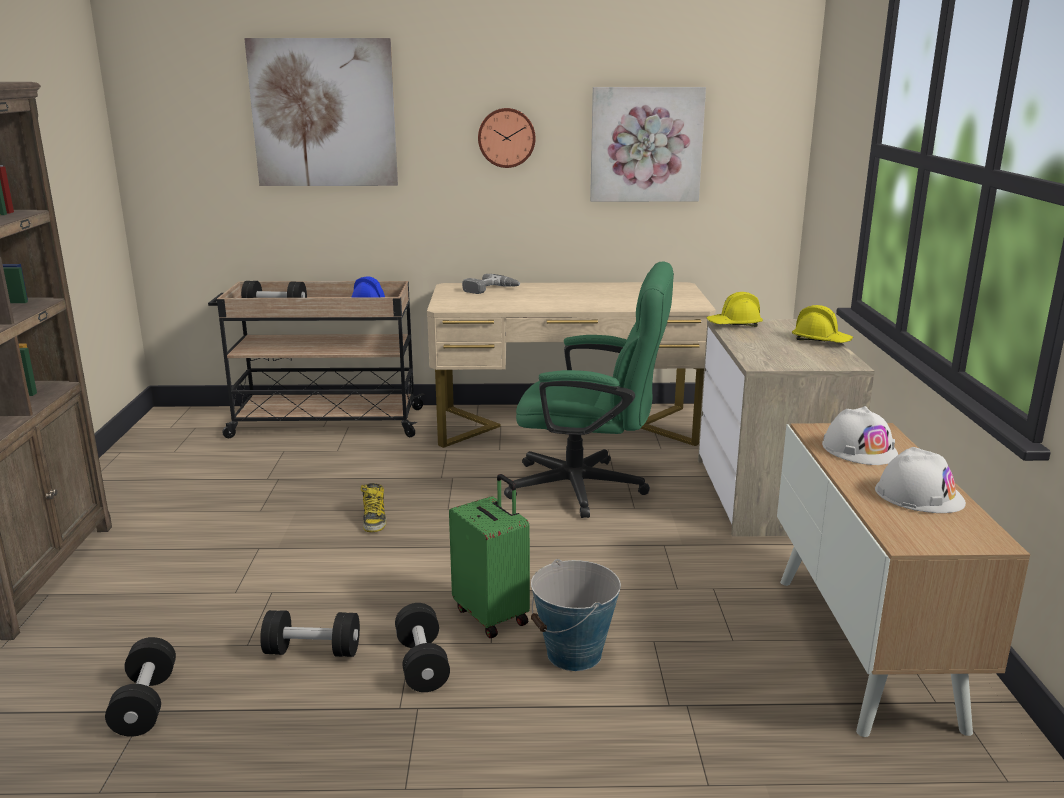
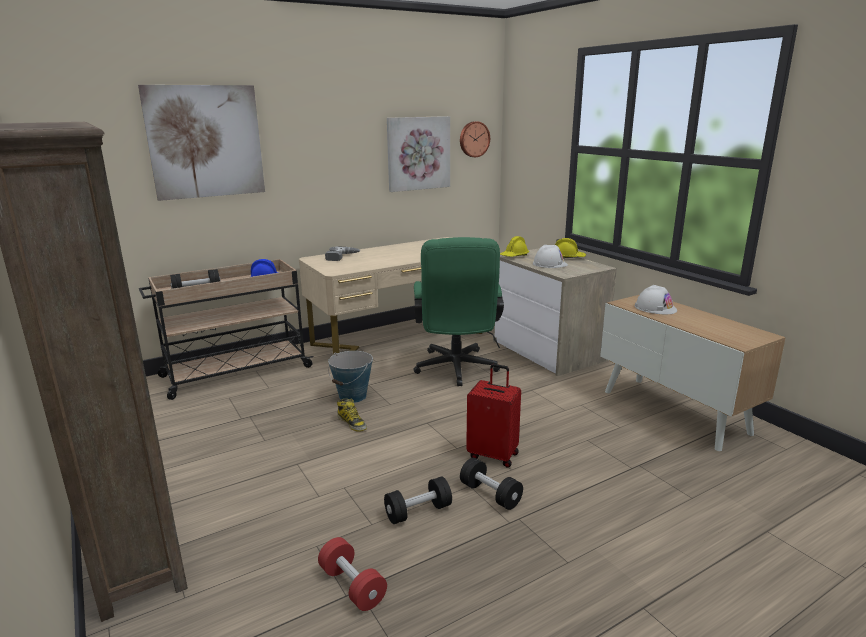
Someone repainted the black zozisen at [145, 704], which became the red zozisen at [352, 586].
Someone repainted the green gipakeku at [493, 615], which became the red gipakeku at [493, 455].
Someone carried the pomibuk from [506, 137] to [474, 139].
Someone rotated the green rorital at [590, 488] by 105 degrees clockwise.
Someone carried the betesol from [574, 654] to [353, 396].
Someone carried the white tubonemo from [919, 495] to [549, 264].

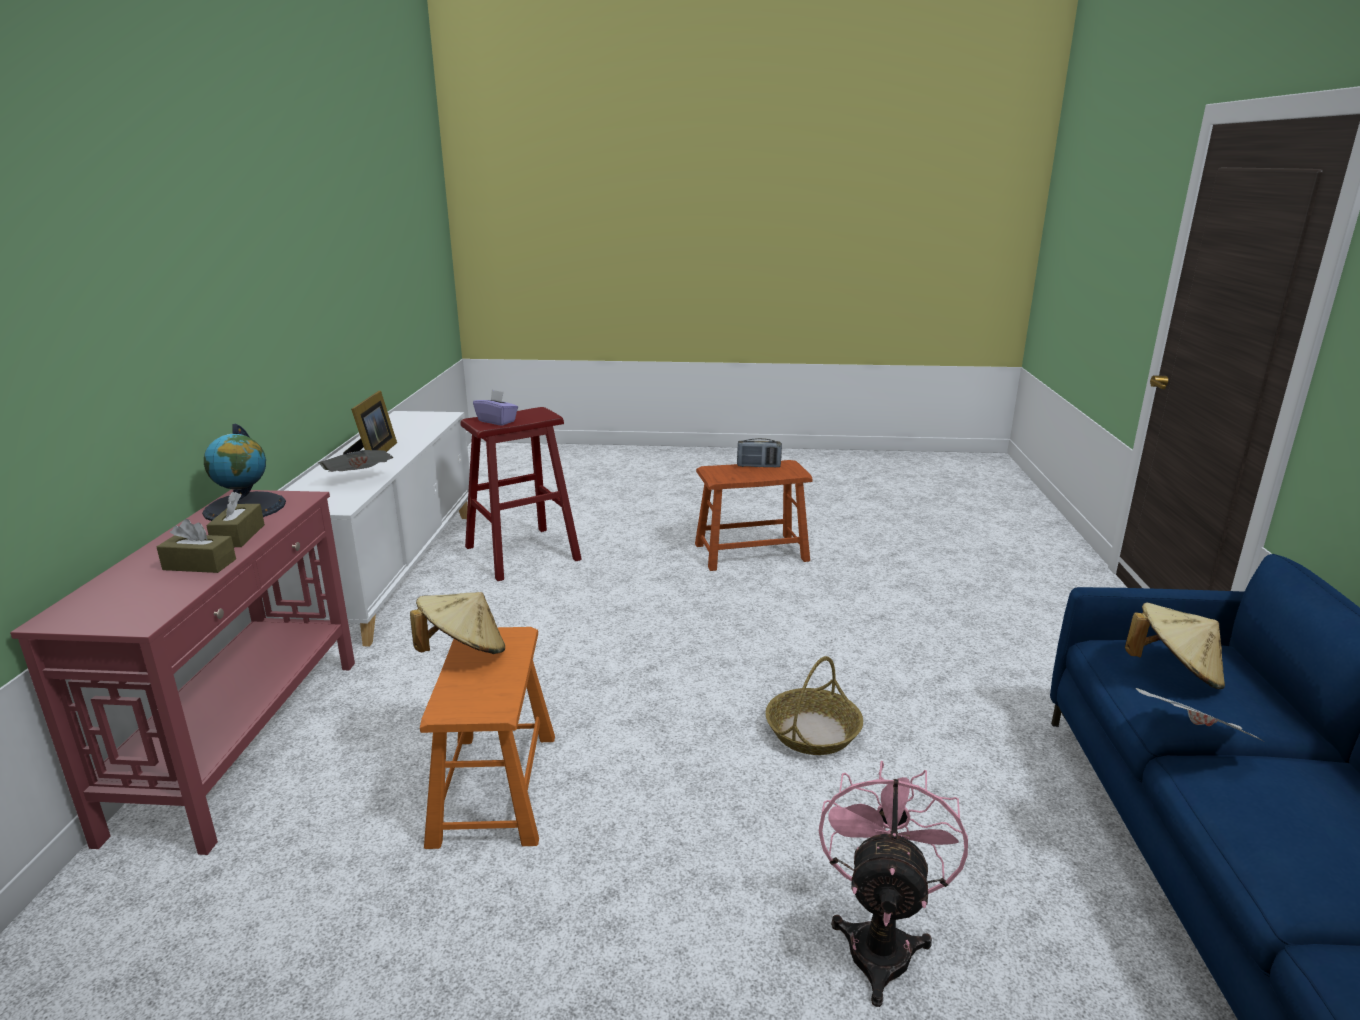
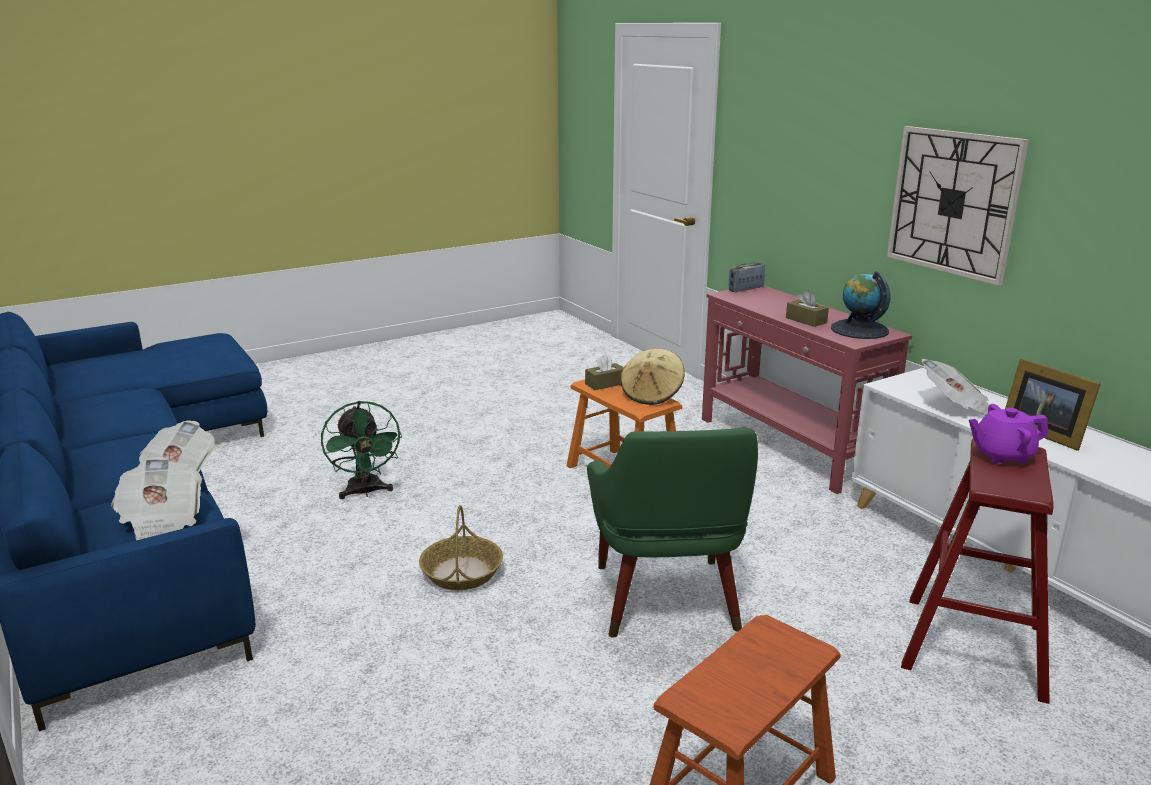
Someone carried the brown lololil from [199, 564] to [605, 384].
Someone swapped the purple lololil at [497, 421] for the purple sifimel at [1002, 455].
Someone carried the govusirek from [758, 466] to [746, 289].
Someone repainted the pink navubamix at [880, 941], which became the green navubamix at [365, 492].
Someone swapped the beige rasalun at [1174, 672] for the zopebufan at [161, 520].
Someone put down the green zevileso at [667, 604].
Someone put up the pomibuk at [953, 203].

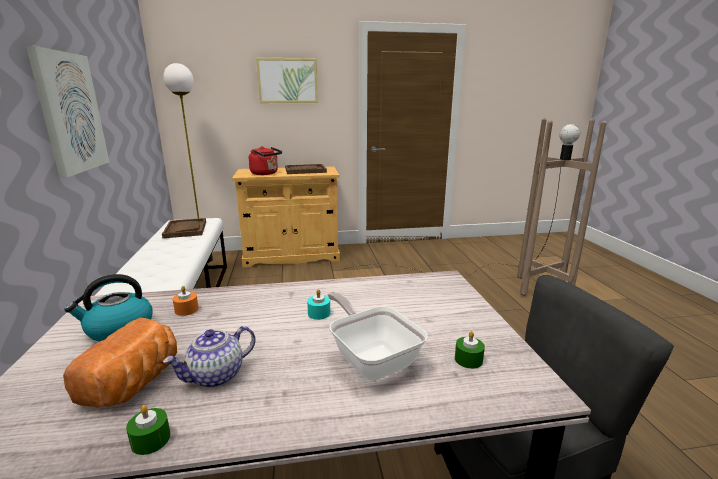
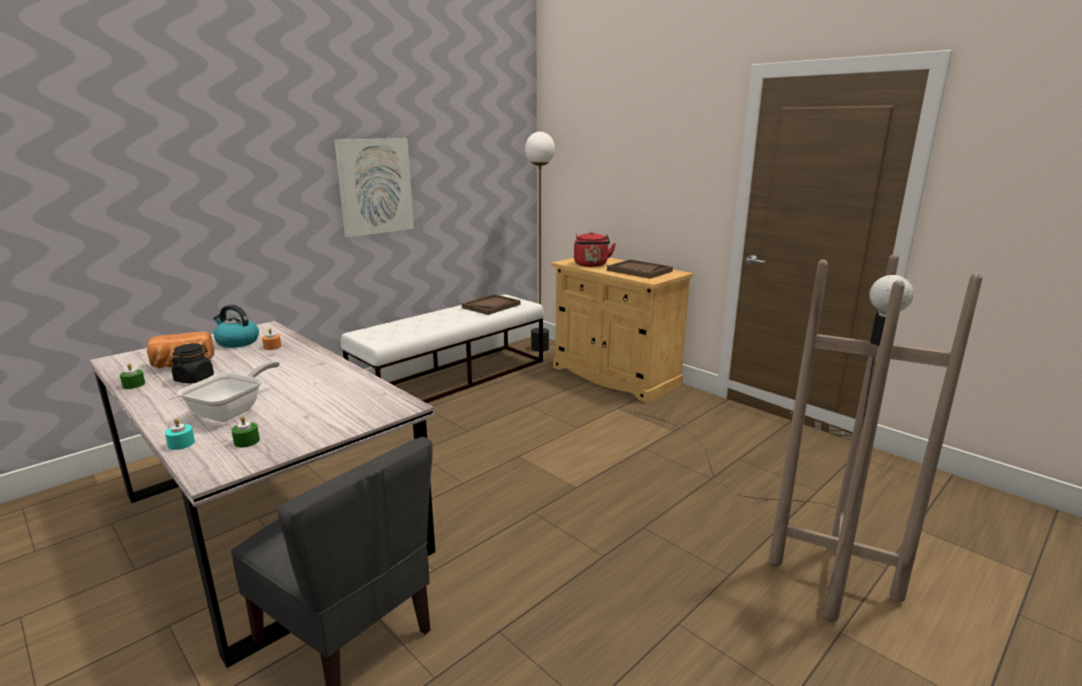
Someone swapped the sifimel at [216, 376] for the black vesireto at [194, 379].
Someone took away the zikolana at [287, 81].
Someone carried the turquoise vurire from [319, 313] to [181, 443].

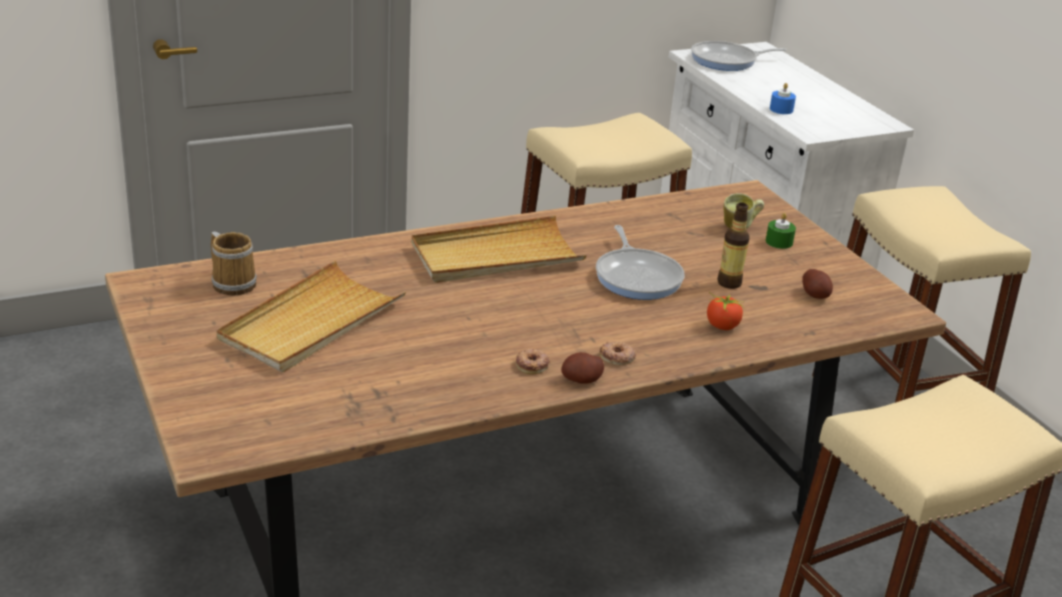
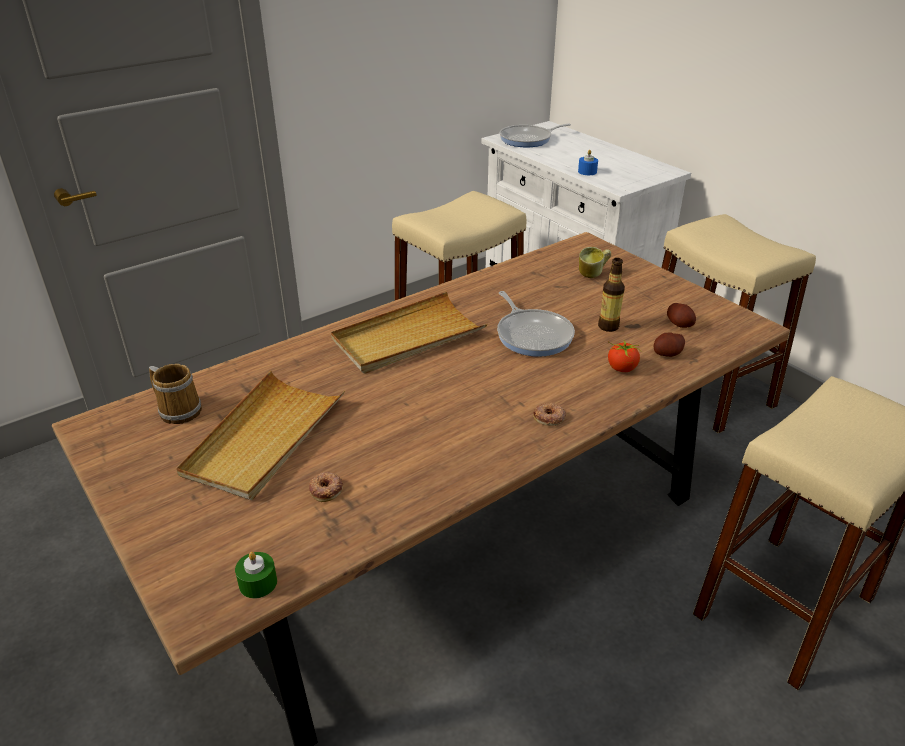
Someone carried the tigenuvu from [532, 365] to [326, 489].
Someone carried the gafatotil from [581, 380] to [667, 354].
Someone carried the green vurire from [779, 242] to [258, 583].

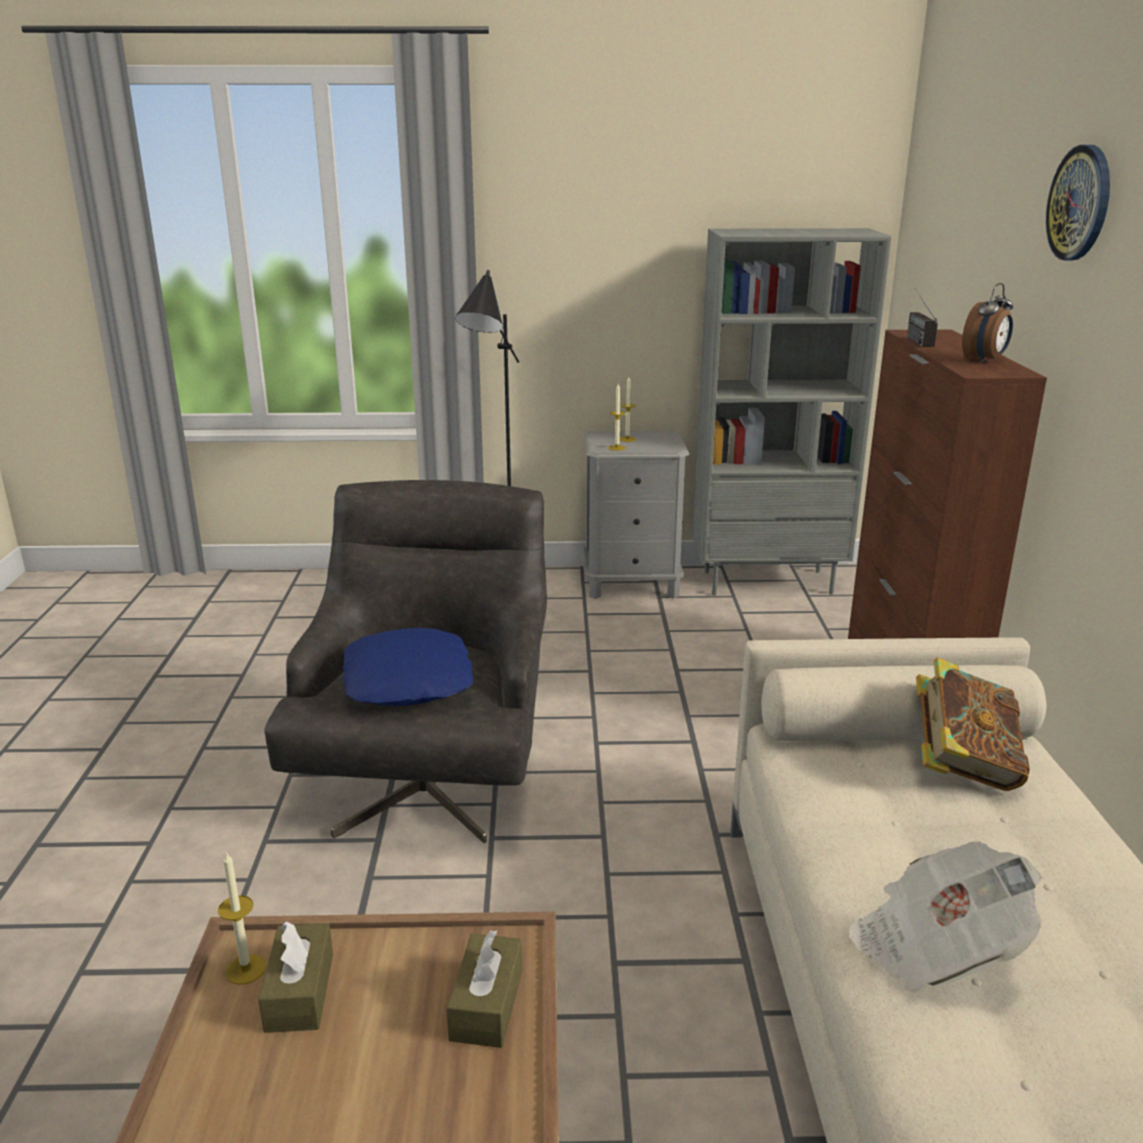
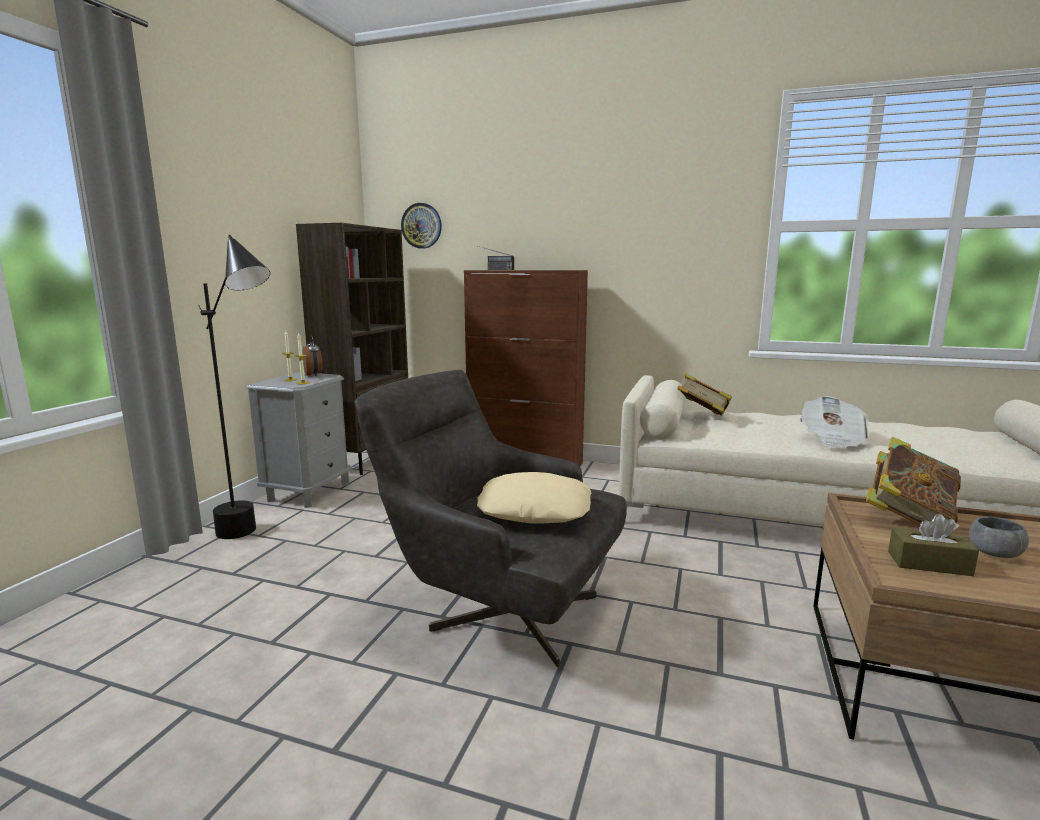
Someone took away the vurire at [246, 969].
Someone repainted the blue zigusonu at [409, 681], which became the beige zigusonu at [535, 509].
Someone swapped the brown lololil at [487, 1004] for the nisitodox at [908, 517].
Someone repainted the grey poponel at [768, 582], which became the brown poponel at [367, 459].
Someone carried the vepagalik from [984, 360] to [313, 375].
Someone carried the pomibuk from [1080, 203] to [421, 226].
Someone put down the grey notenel at [994, 553].

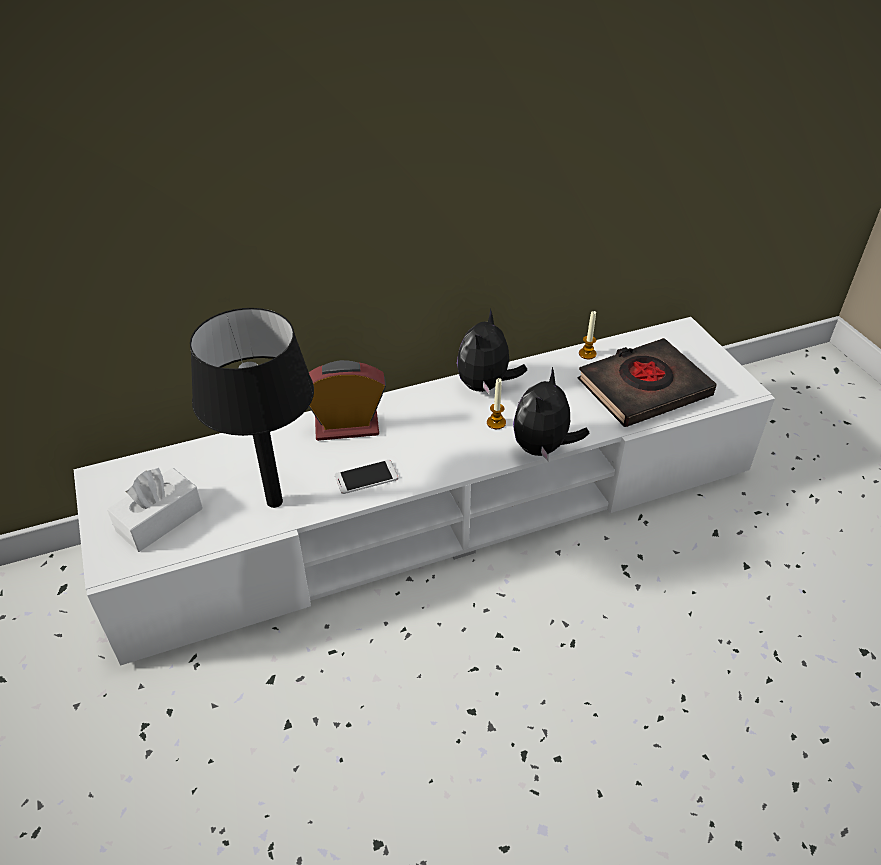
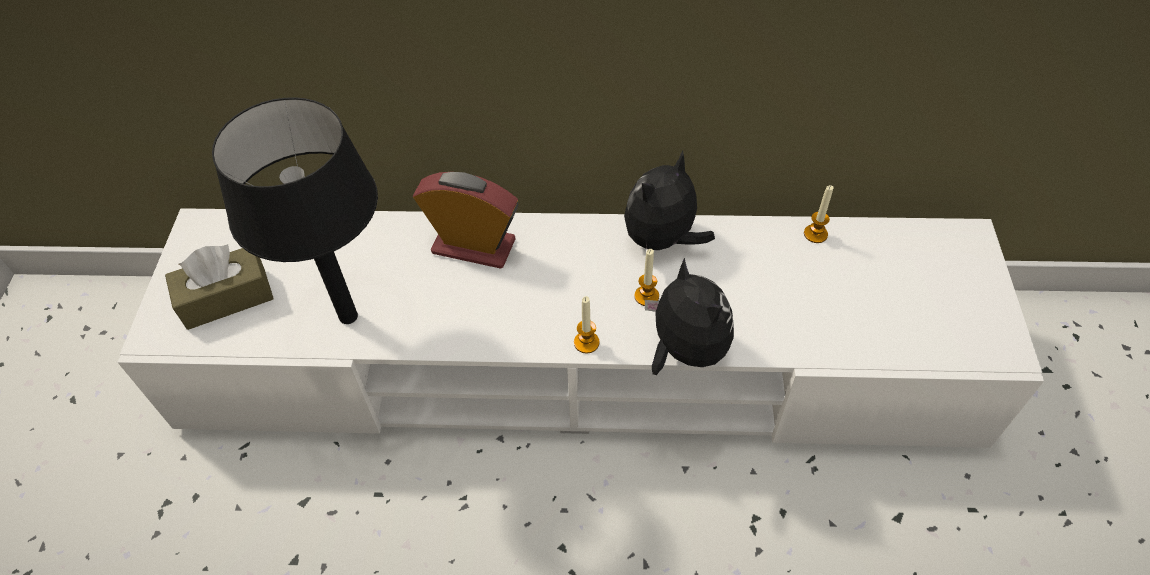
Someone repainted the white lololil at [160, 520], which became the brown lololil at [226, 298].
Someone took away the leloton at [366, 477].
Someone rotated the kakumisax at [543, 448] by 105 degrees clockwise.
Someone took away the black nisitodox at [643, 388].
Someone put down the vurire at [586, 342].

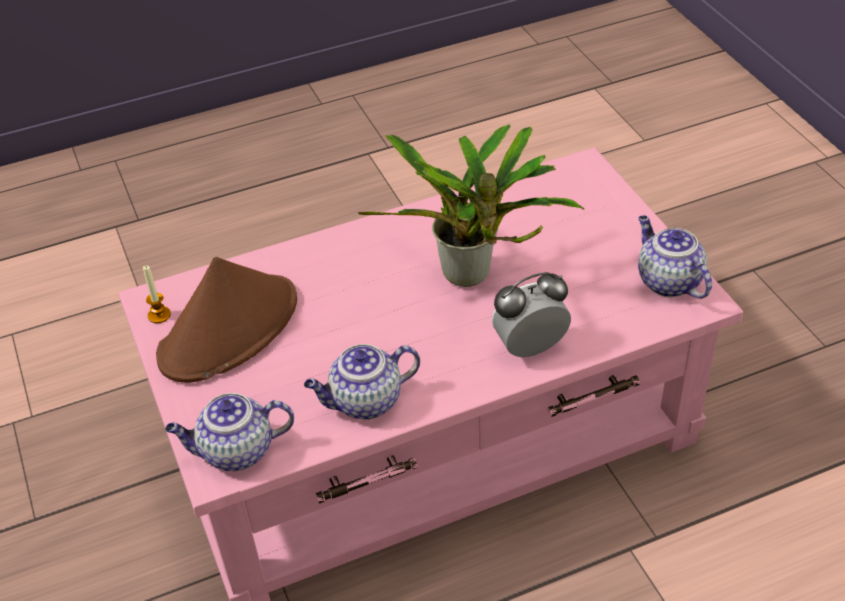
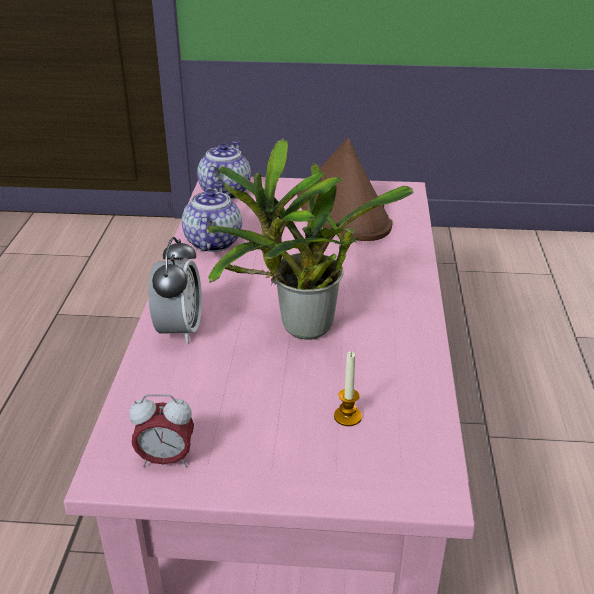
Someone carried the vurire from [159, 315] to [347, 416].
Someone swapped the sifimel at [667, 281] for the vepagalik at [166, 459].

